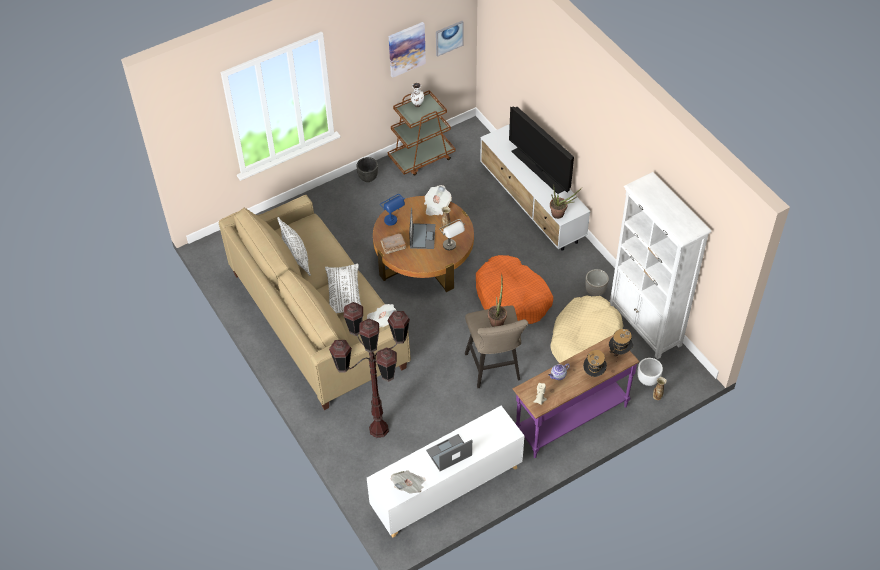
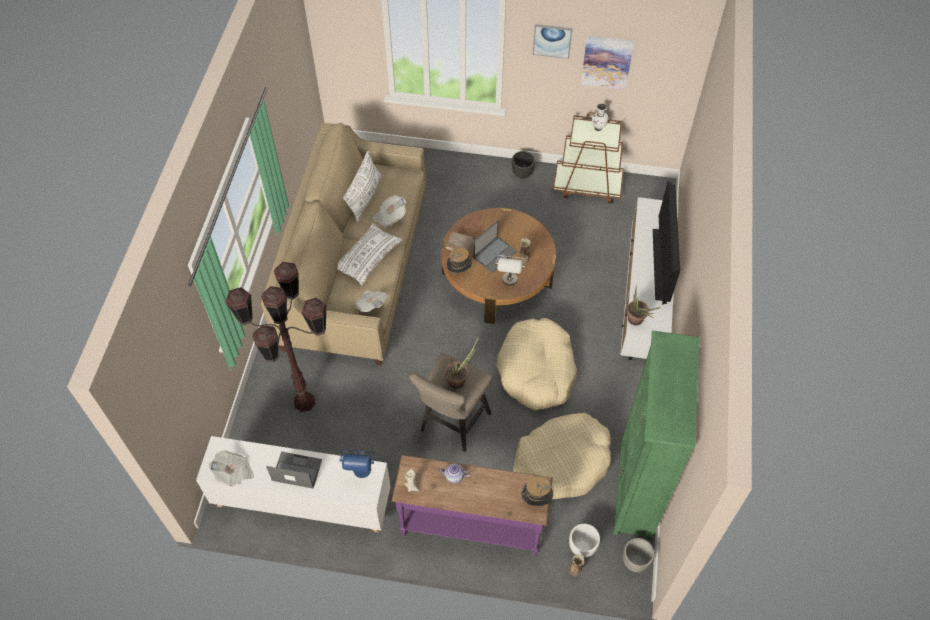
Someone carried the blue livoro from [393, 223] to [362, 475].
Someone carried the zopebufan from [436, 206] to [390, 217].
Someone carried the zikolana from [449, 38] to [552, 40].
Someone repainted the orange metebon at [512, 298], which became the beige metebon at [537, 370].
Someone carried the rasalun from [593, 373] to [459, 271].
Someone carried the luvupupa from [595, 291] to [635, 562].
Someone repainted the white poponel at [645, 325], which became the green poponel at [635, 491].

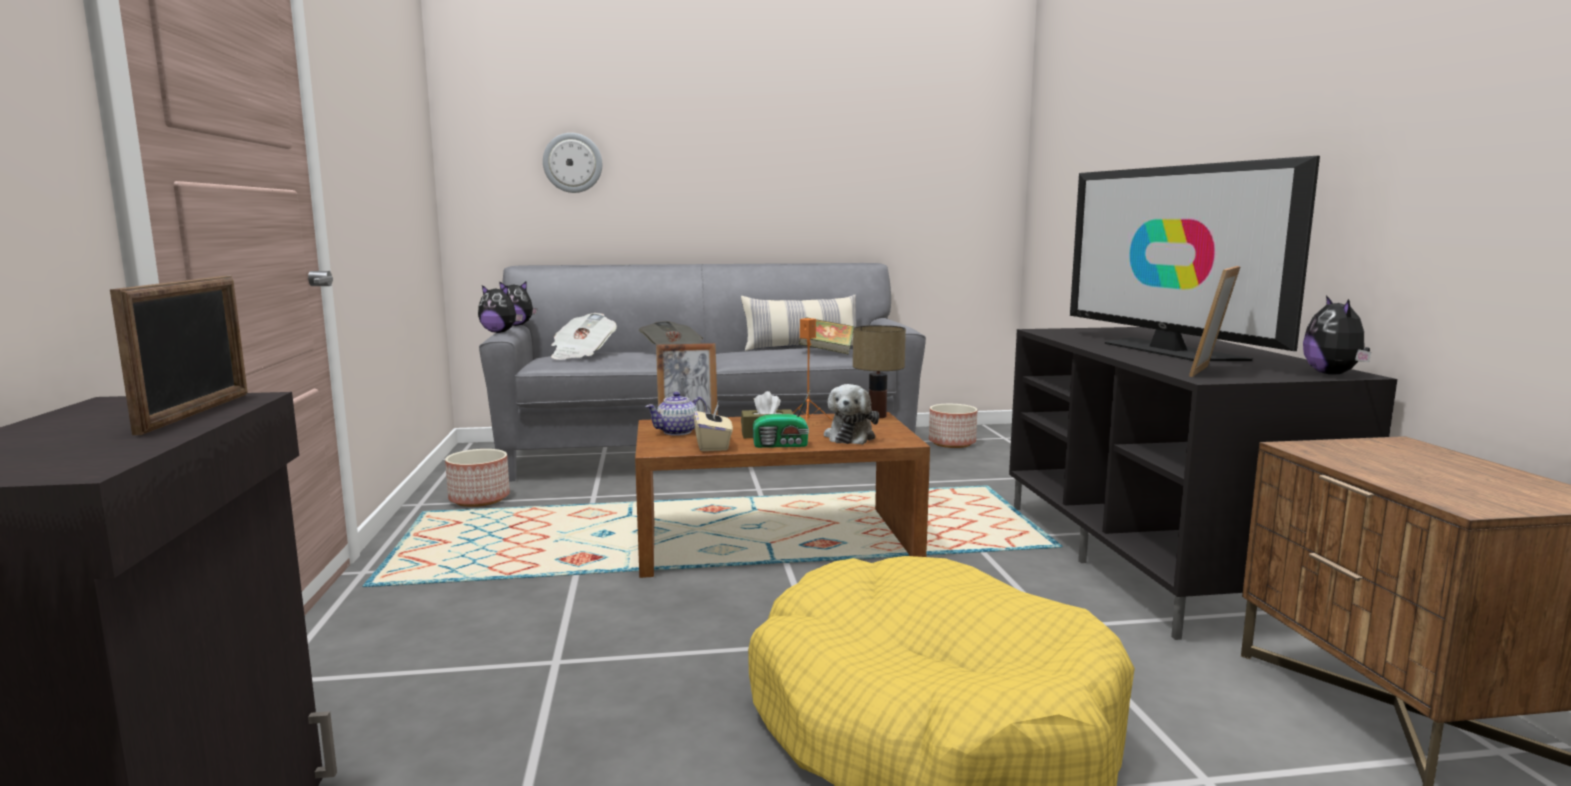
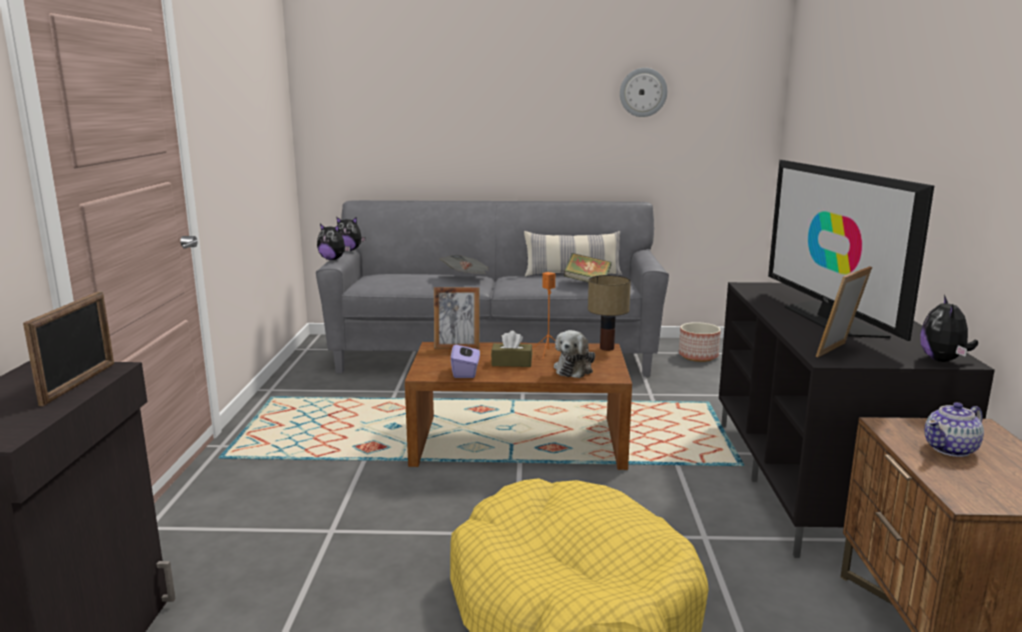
Someone took away the luvupupa at [479, 499].
Someone carried the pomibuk from [572, 163] to [643, 92].
Someone took away the zopebufan at [581, 355].
Someone carried the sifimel from [678, 432] to [951, 449].
Someone repainted the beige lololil at [713, 445], which became the purple lololil at [466, 372].
Someone took away the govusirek at [782, 445].

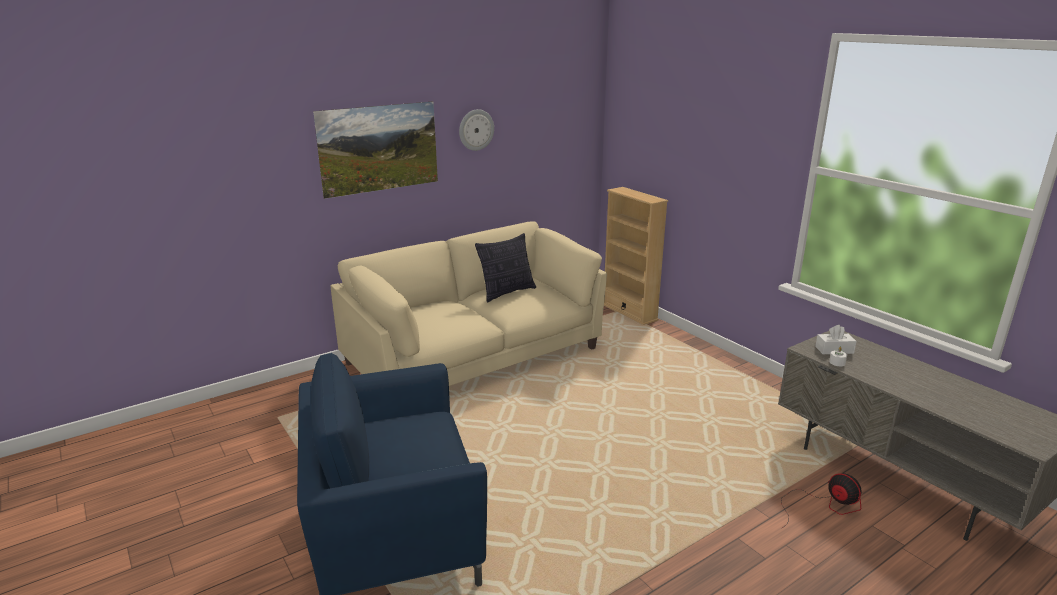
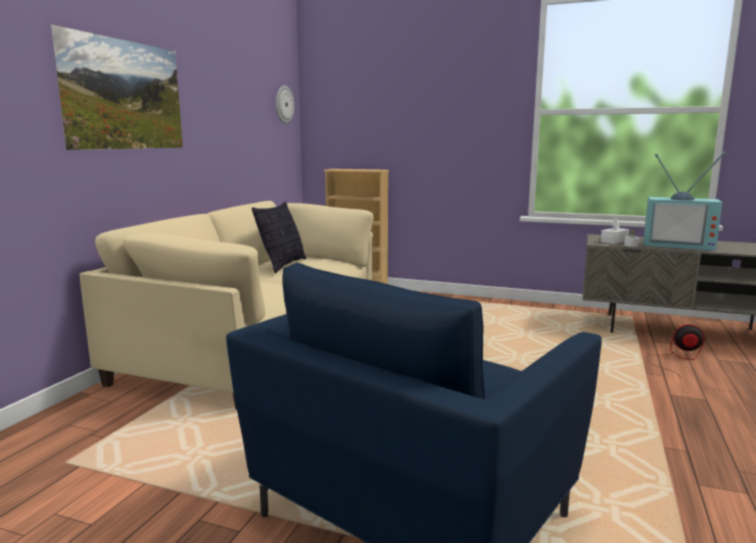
Someone carried the pomibuk from [476, 130] to [284, 104].
Someone put down the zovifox at [678, 245].

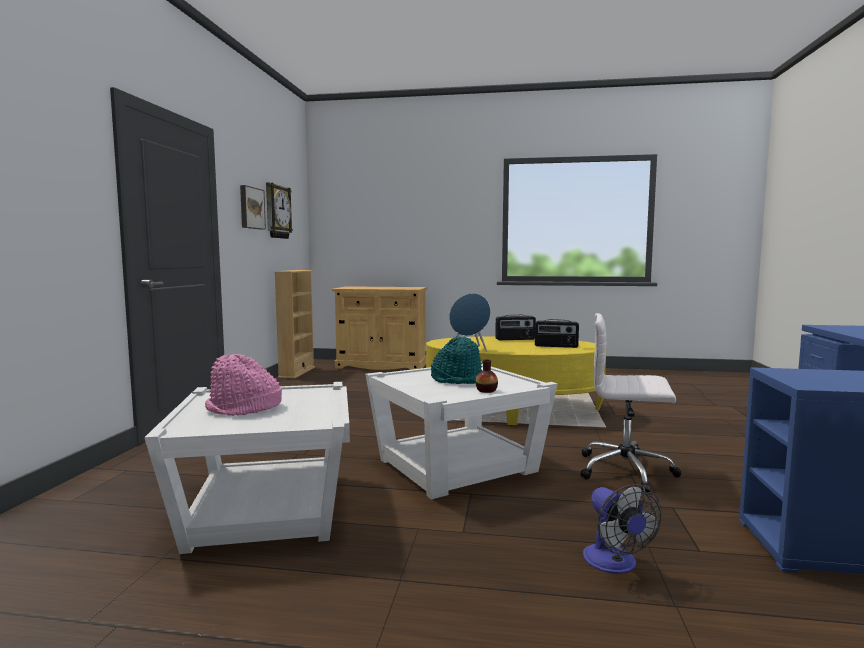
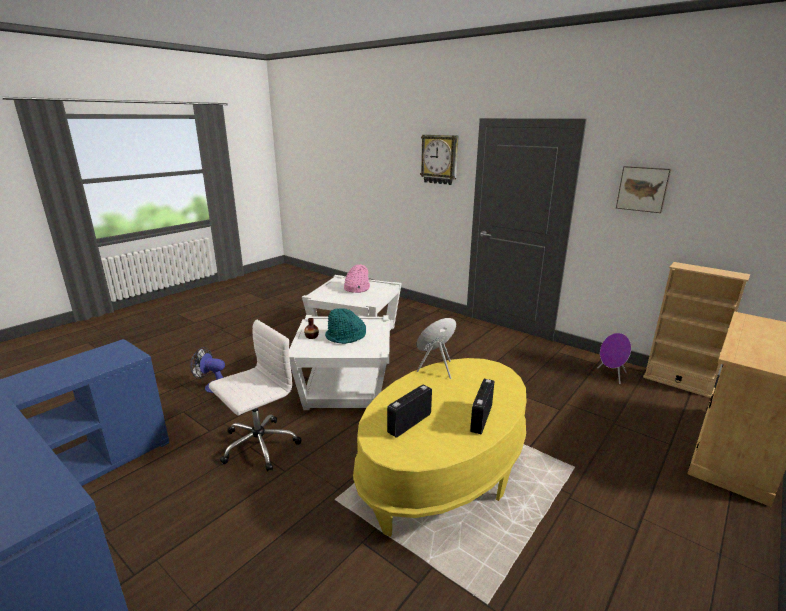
Someone carried the pomibuk from [277, 212] to [440, 159].
Someone put down the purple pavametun at [611, 375].

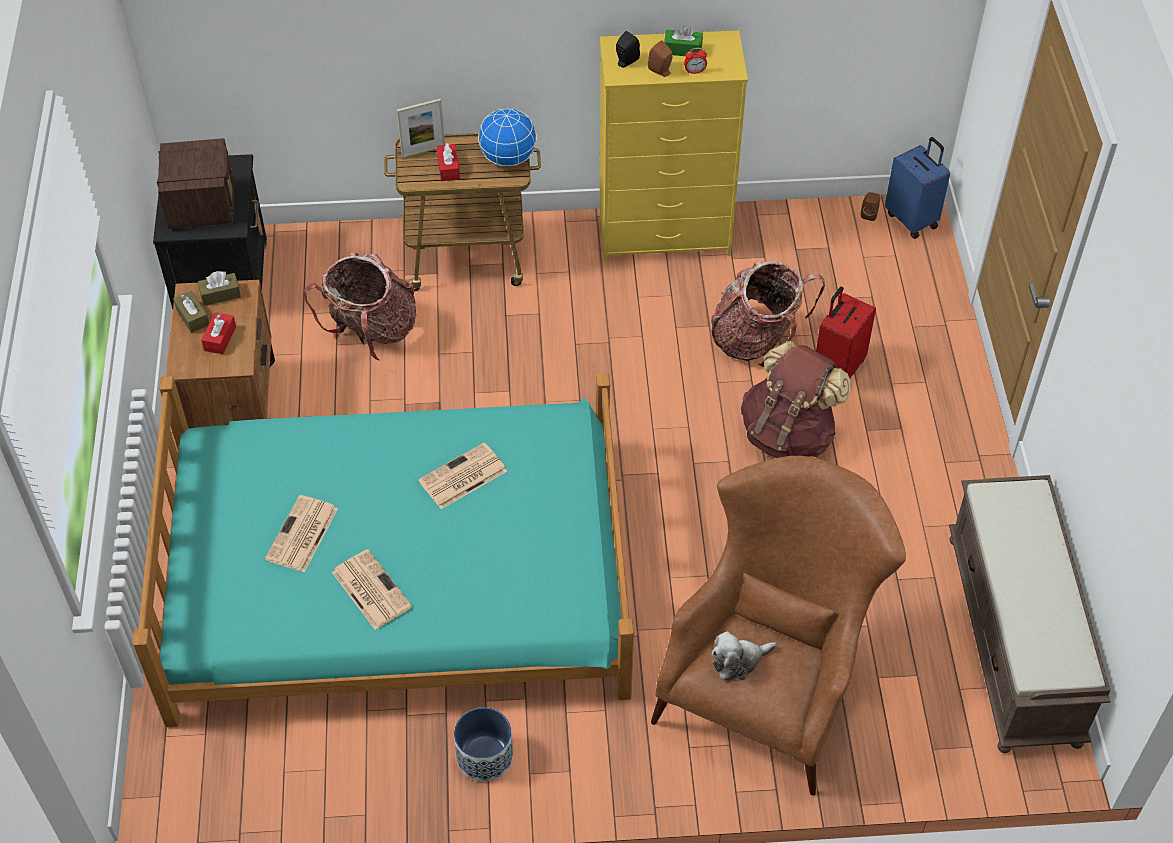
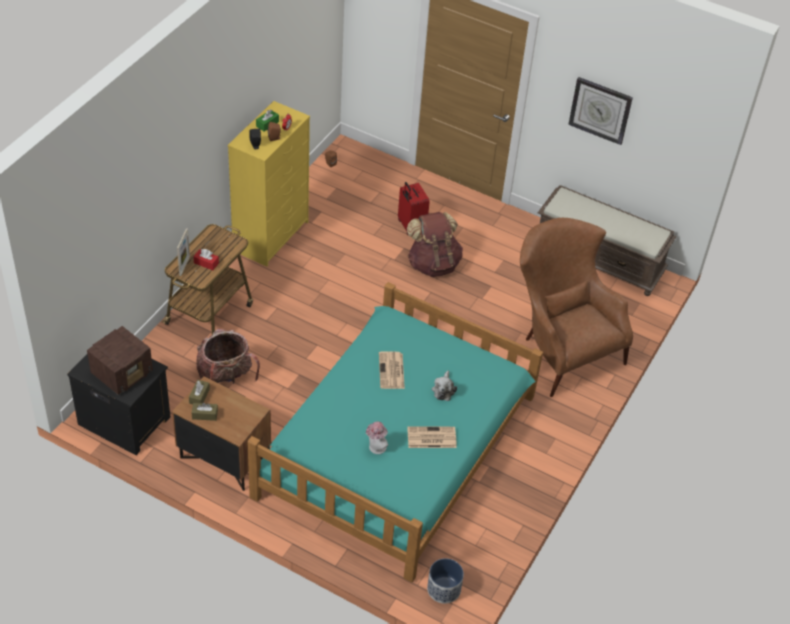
Someone rotated the govusirek at [202, 204] by 105 degrees clockwise.
Someone took away the red lololil at [220, 338].
Someone swapped the zopebufan at [302, 535] for the rasalun at [375, 448].
Someone carried the luvupupa from [484, 756] to [443, 589].
Someone took away the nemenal at [508, 159].
Someone took away the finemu at [757, 340].
Someone carried the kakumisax from [739, 661] to [443, 390].
Someone took away the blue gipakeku at [912, 219].
Someone put up the pomibuk at [600, 110].

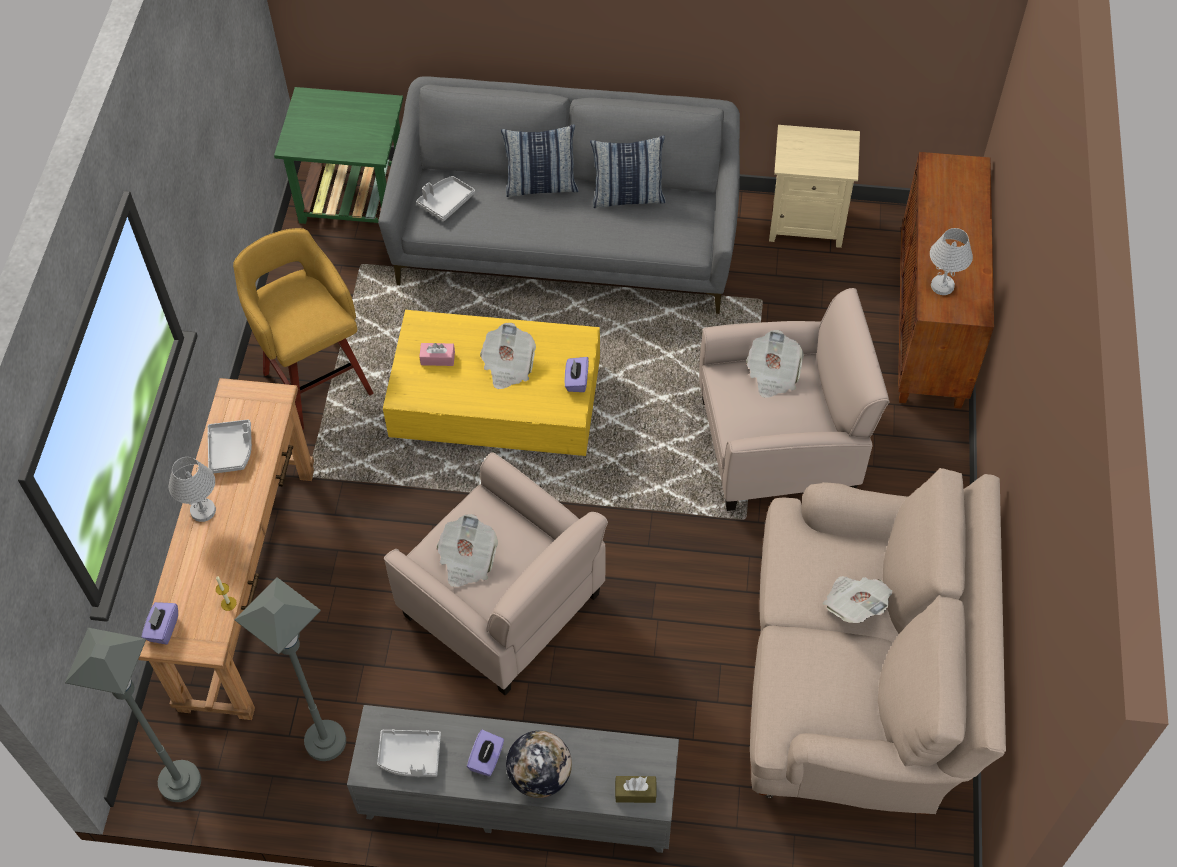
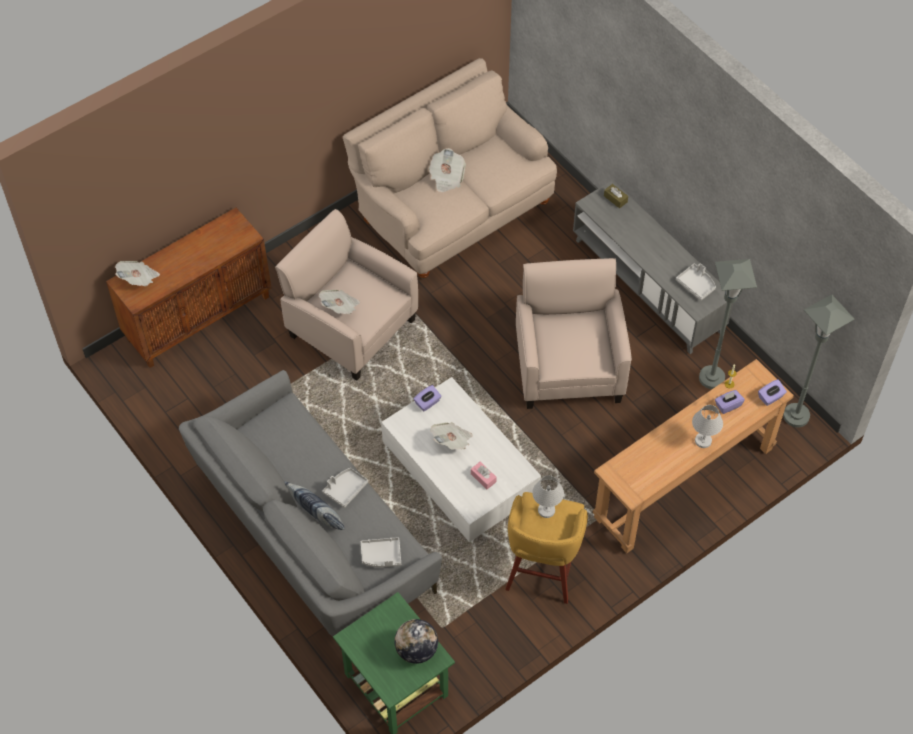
Someone carried the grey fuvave from [231, 450] to [345, 489].
Someone repainted the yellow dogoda at [497, 402], which became the white dogoda at [459, 471].
Someone carried the zopebufan from [467, 560] to [139, 279].
Someone carried the purple lololil from [487, 759] to [728, 405].
Someone carried the nemenal from [540, 776] to [416, 650].
Someone took away the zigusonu at [628, 197].
Someone took away the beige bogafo at [806, 222].
Someone carried the white livoro from [942, 286] to [546, 510].

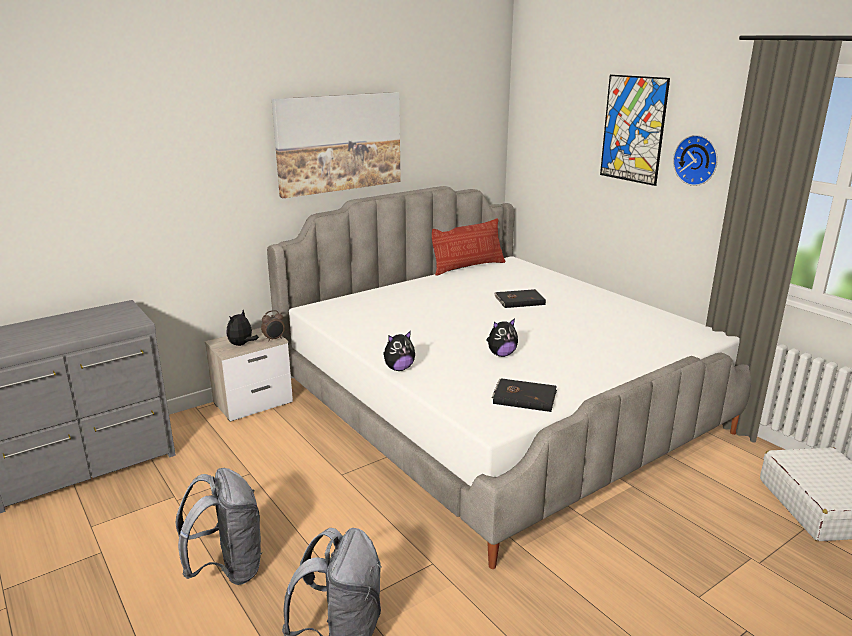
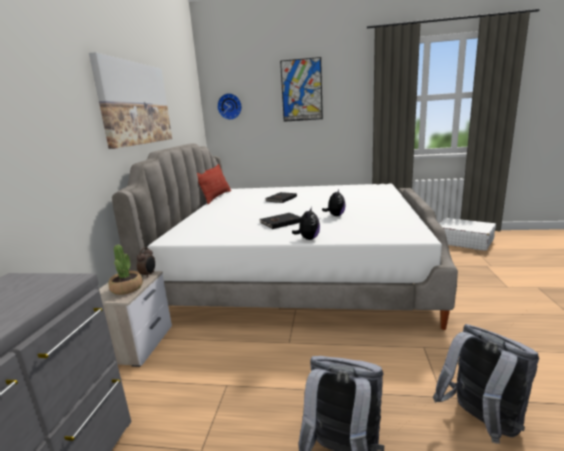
Someone swapped the kakumisax at [242, 345] for the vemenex at [127, 288].
Someone carried the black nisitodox from [524, 397] to [280, 222].
Someone carried the pomibuk from [697, 160] to [230, 106].

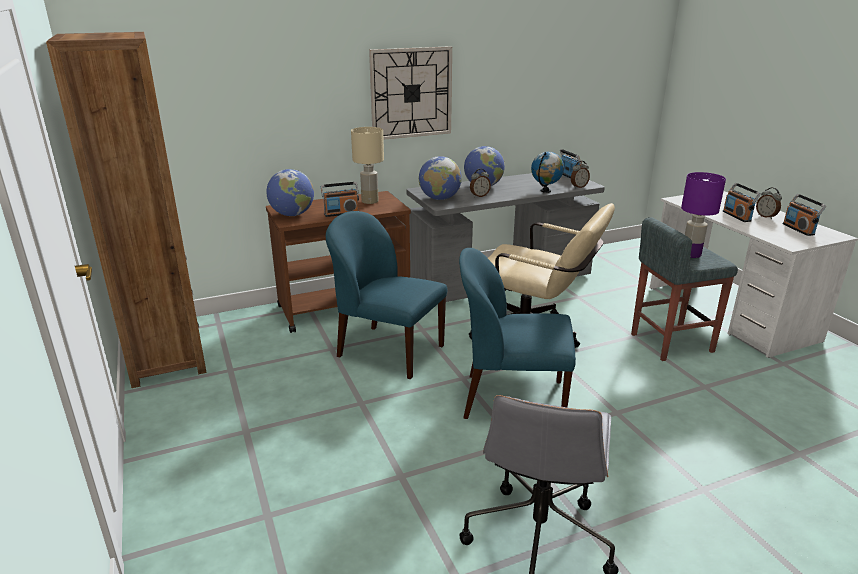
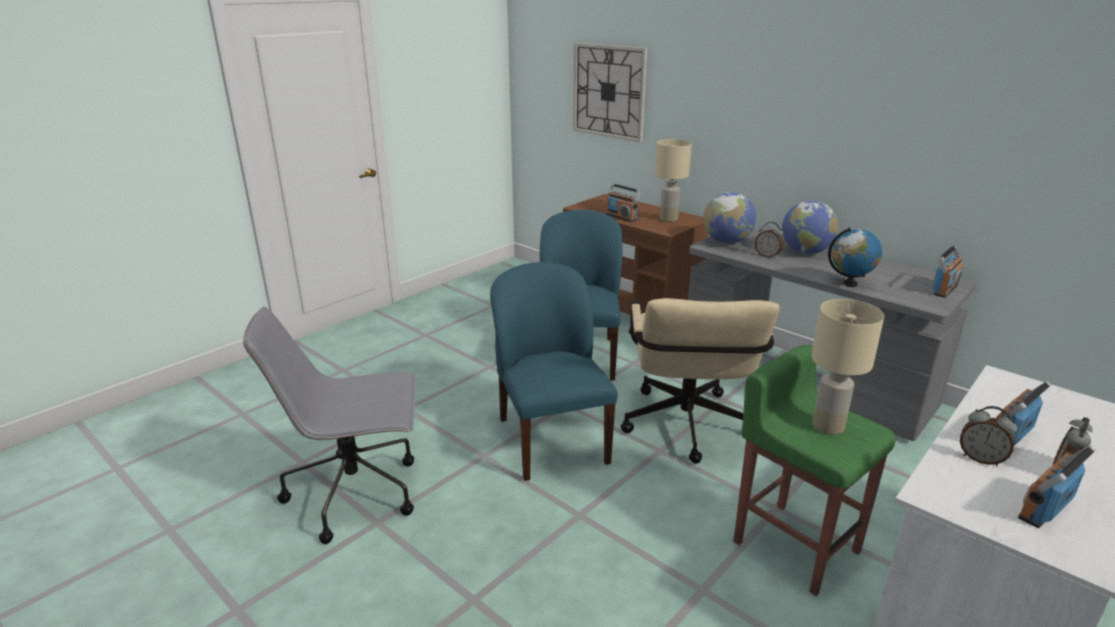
Someone took away the brown poponel at [167, 359].
Someone took away the nemenal at [292, 215].
Someone carried the pomibuk from [411, 93] to [609, 91].
Someone carried the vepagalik from [578, 187] to [980, 459].
Someone repainted the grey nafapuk at [670, 343], which became the green nafapuk at [794, 545].
Someone repainted the purple livoro at [691, 255], which became the beige livoro at [827, 427].

